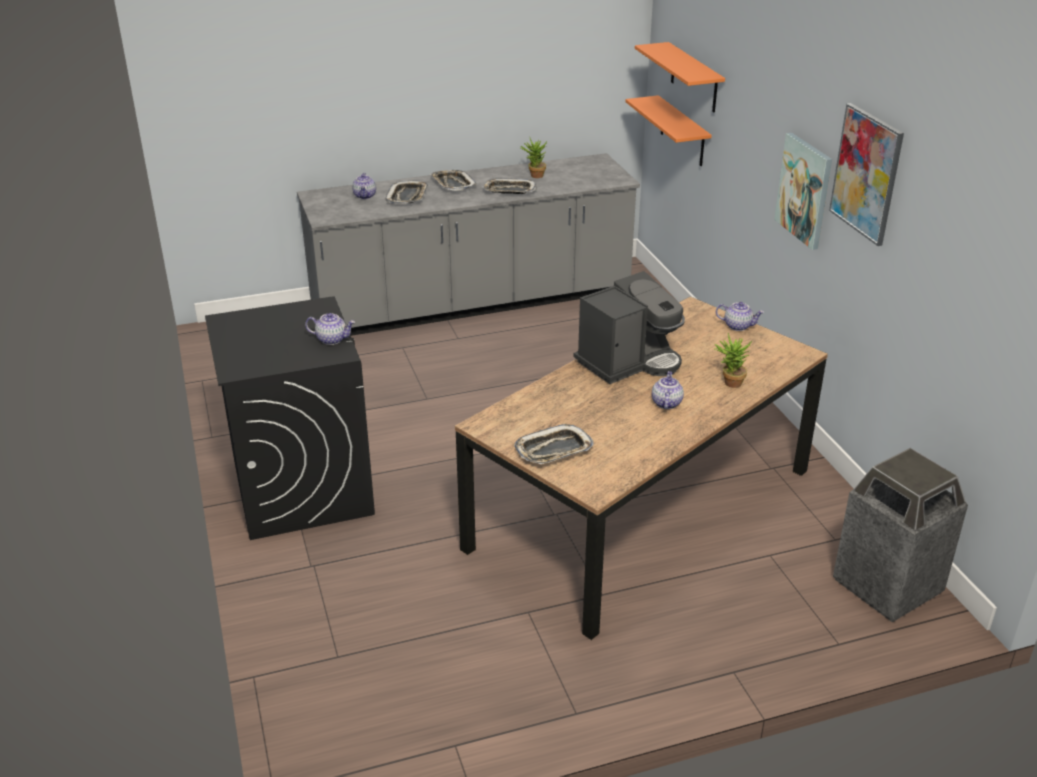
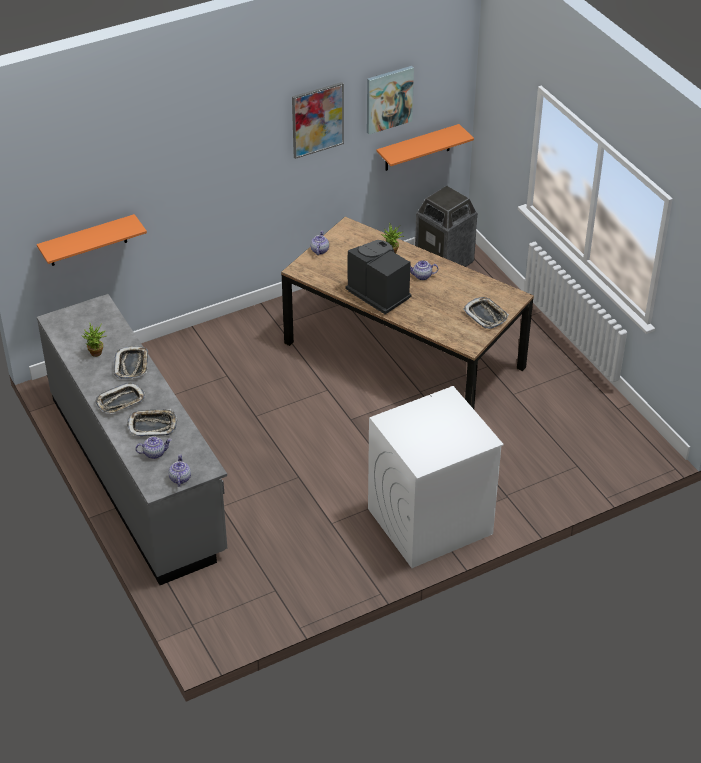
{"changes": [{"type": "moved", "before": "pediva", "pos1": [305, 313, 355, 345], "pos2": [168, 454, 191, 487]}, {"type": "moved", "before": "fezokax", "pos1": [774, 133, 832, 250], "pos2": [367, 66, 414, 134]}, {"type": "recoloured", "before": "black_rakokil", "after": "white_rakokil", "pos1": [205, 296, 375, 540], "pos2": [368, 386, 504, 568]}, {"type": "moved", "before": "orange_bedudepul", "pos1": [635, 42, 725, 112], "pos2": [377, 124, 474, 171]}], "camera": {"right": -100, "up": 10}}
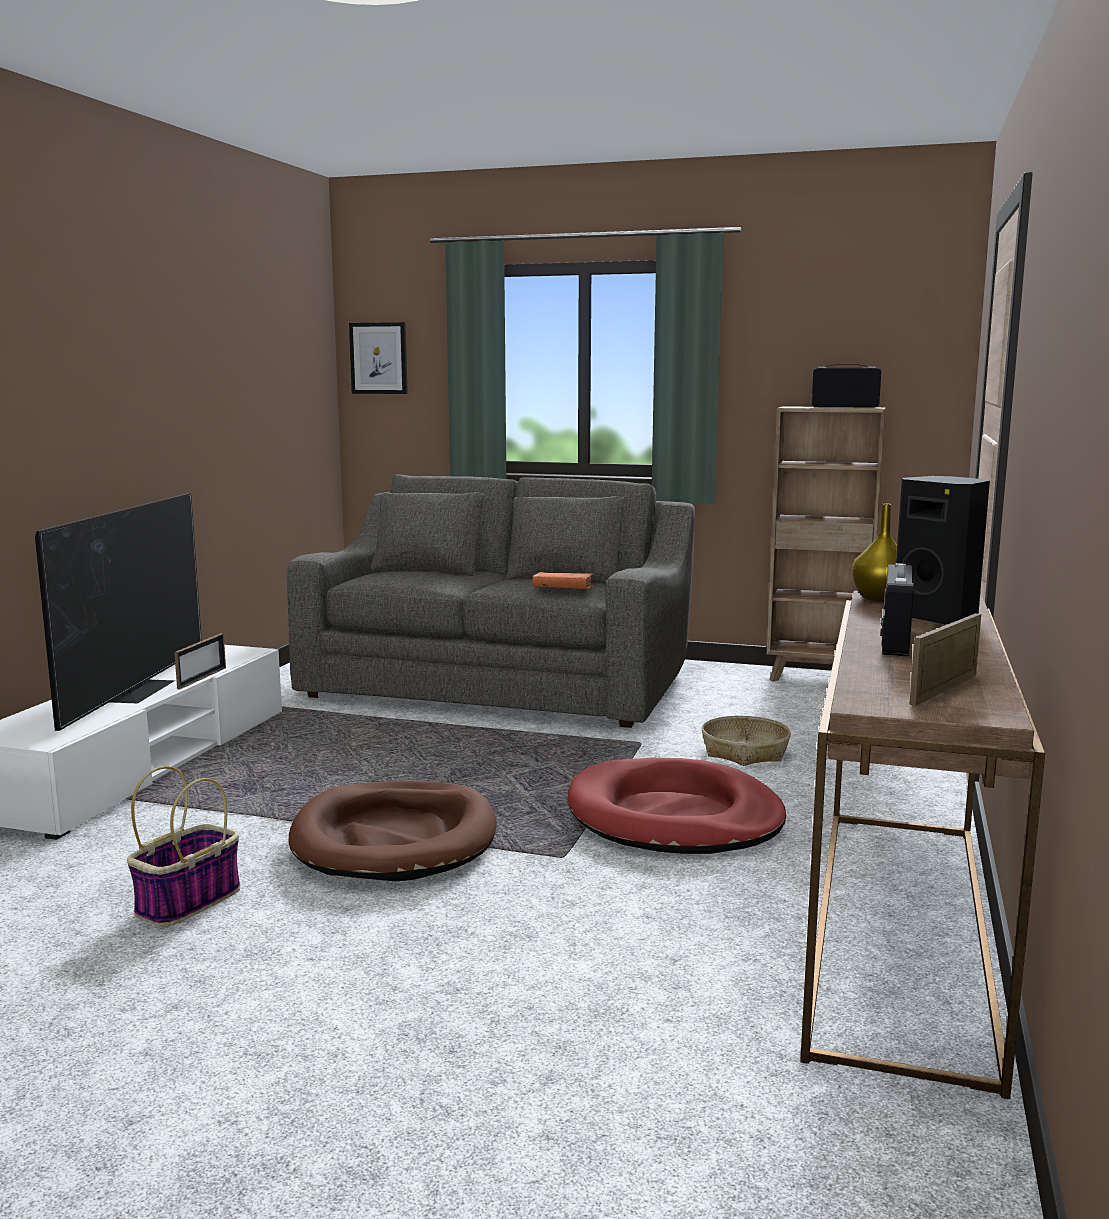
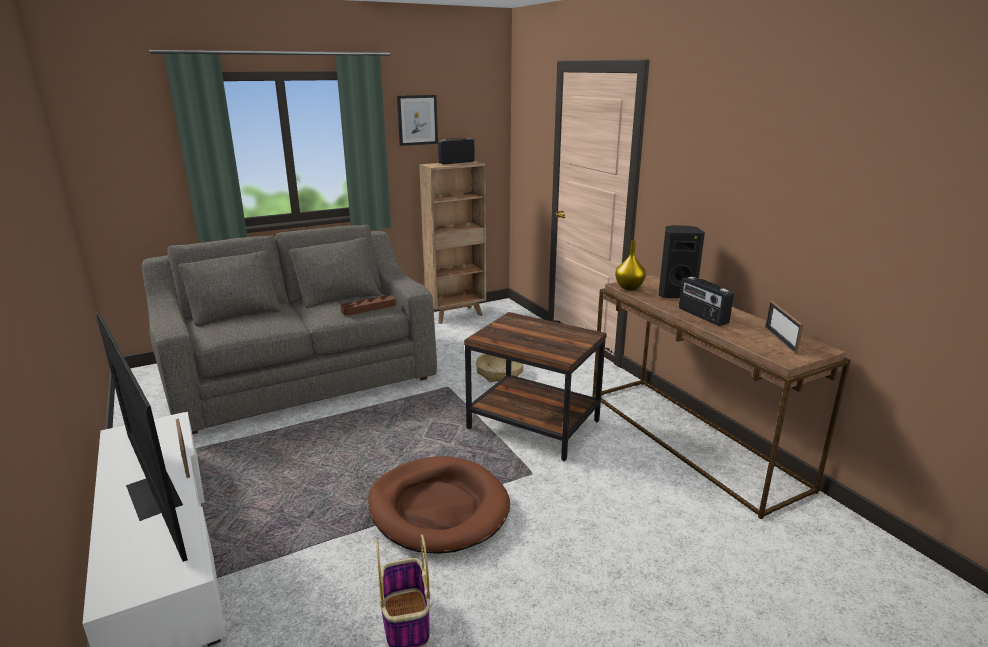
{"changes": [{"type": "replaced", "before": "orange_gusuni", "after": "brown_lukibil", "pos1": [532, 572, 594, 589], "pos2": [340, 295, 396, 316]}, {"type": "moved", "before": "fezokax", "pos1": [349, 322, 408, 394], "pos2": [397, 95, 438, 146]}, {"type": "replaced", "before": "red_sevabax", "after": "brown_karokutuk", "pos1": [568, 758, 786, 854], "pos2": [464, 312, 607, 461]}], "camera": {"right": -45, "up": 10}}
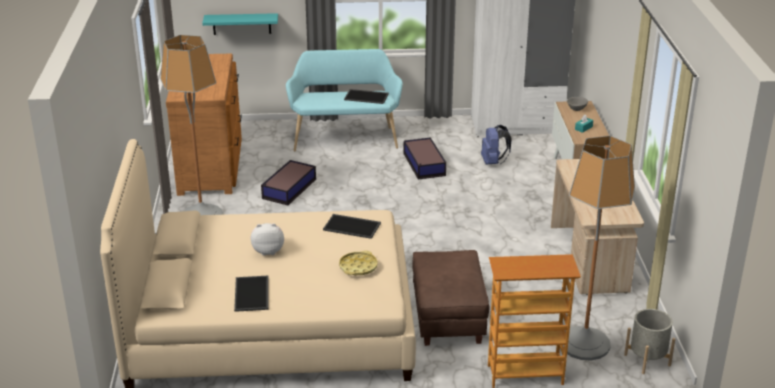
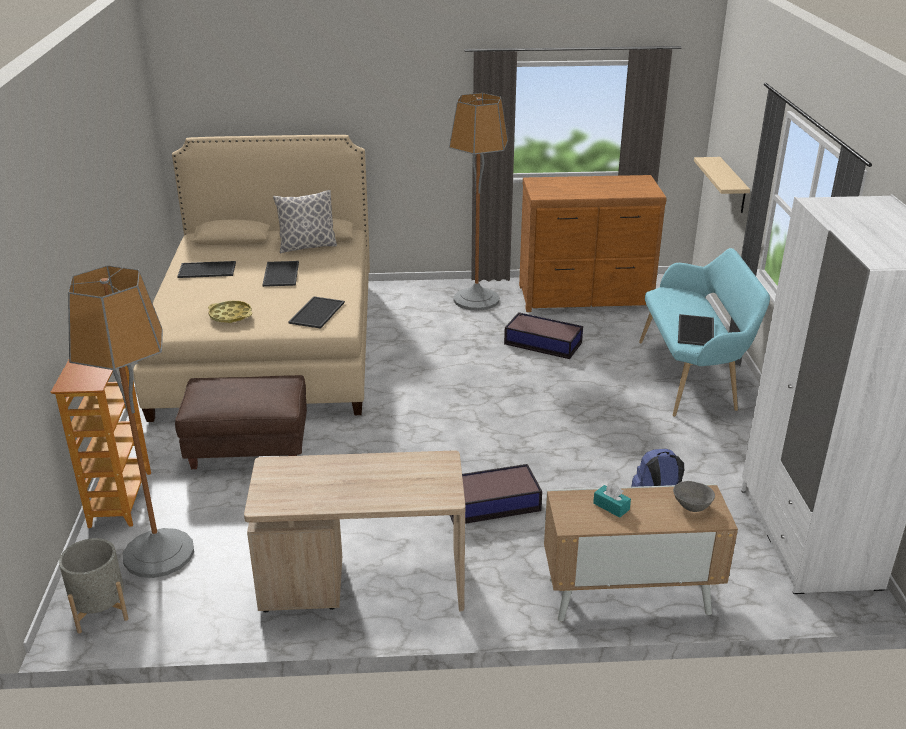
{"changes": [{"type": "replaced", "before": "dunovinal", "after": "lukibil", "pos1": [251, 223, 284, 255], "pos2": [262, 261, 299, 287]}, {"type": "added", "after": "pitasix", "pos2": [273, 190, 337, 254]}, {"type": "moved", "before": "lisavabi", "pos1": [404, 137, 446, 180], "pos2": [450, 464, 542, 525]}, {"type": "recoloured", "before": "turquoise_bedudepul", "after": "beige_bedudepul", "pos1": [202, 13, 278, 35], "pos2": [694, 157, 750, 213]}], "camera": {"right": 90, "up": 0}}
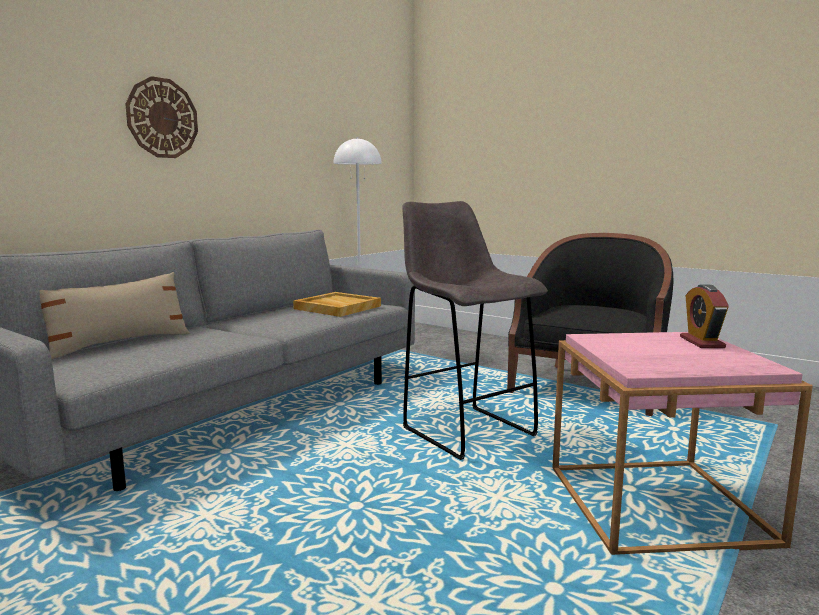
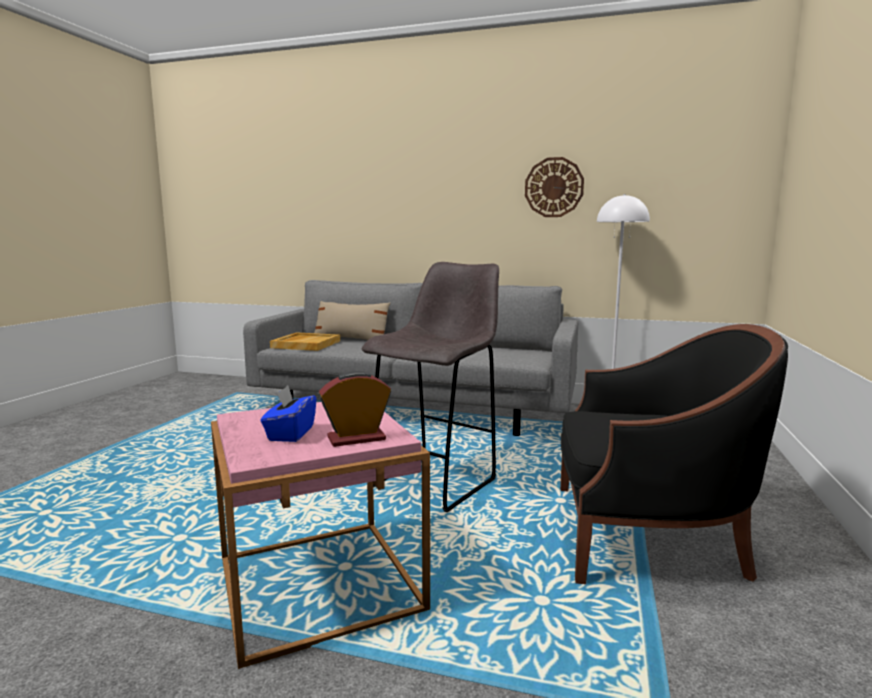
{"changes": [{"type": "added", "after": "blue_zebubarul", "pos2": [261, 386, 317, 442]}, {"type": "moved", "before": "beige_lukibil", "pos1": [293, 292, 381, 317], "pos2": [270, 332, 340, 351]}, {"type": "moved", "before": "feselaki", "pos1": [125, 76, 198, 158], "pos2": [525, 157, 584, 217]}], "camera": {"right": 70, "up": 0}}
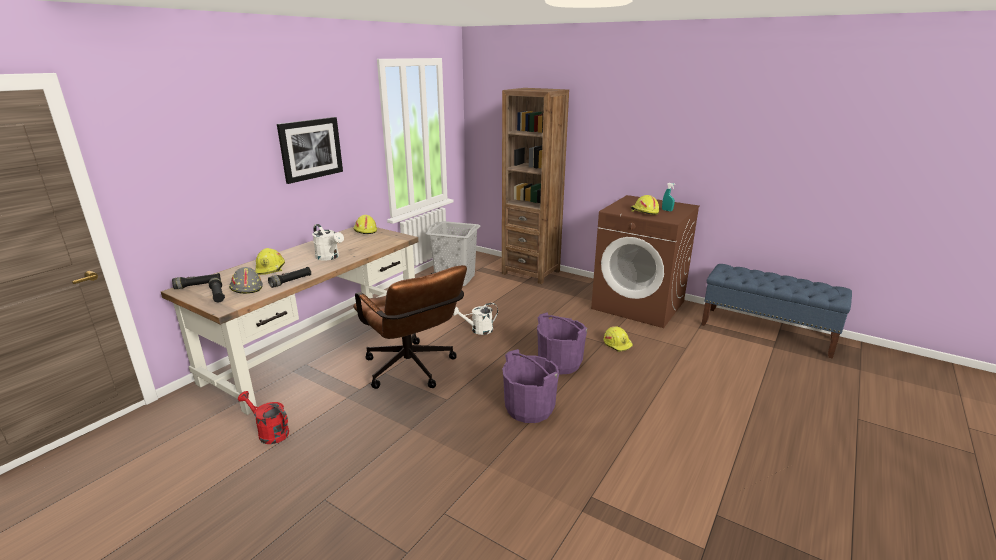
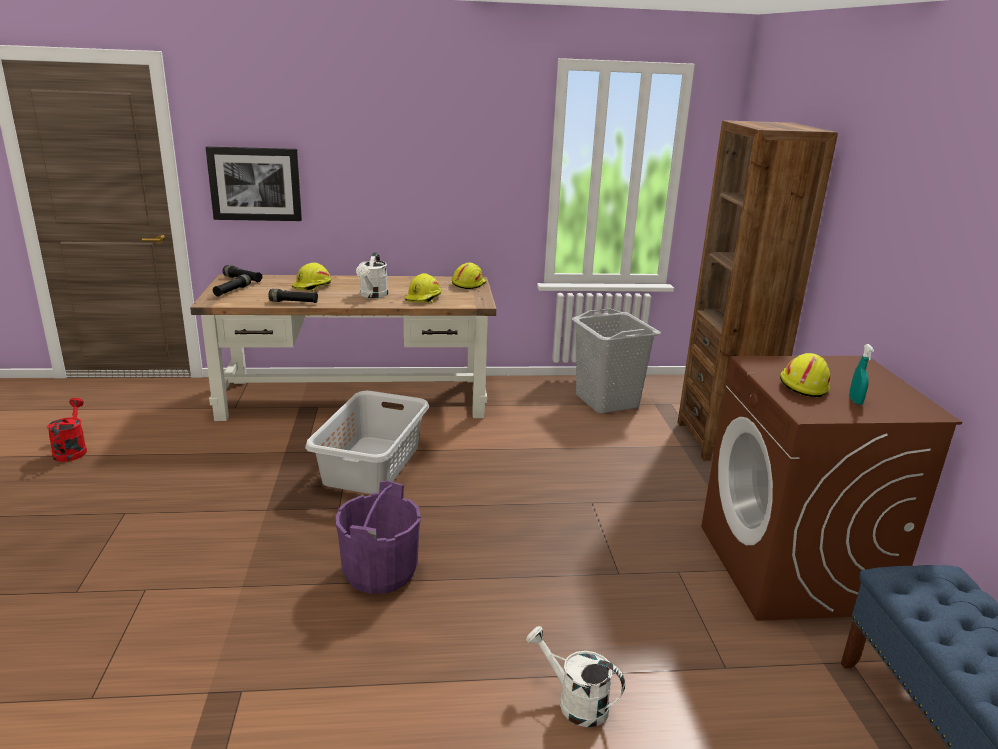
{"changes": [{"type": "moved", "before": "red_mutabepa", "pos1": [238, 391, 289, 444], "pos2": [47, 398, 87, 462]}, {"type": "moved", "before": "fezokax", "pos1": [277, 117, 343, 184], "pos2": [206, 147, 302, 221]}, {"type": "replaced", "before": "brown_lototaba", "after": "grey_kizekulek", "pos1": [353, 265, 467, 389], "pos2": [305, 391, 429, 494]}, {"type": "moved", "before": "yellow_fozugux", "pos1": [603, 326, 633, 352], "pos2": [405, 273, 441, 303]}, {"type": "moved", "before": "white_mutabepa", "pos1": [453, 303, 498, 335], "pos2": [526, 626, 625, 727]}, {"type": "removed", "before": "grey_fozugux", "pos1": [229, 267, 263, 294]}, {"type": "removed", "before": "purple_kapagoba", "pos1": [537, 312, 587, 374]}], "camera": {"right": 50, "up": 0}}
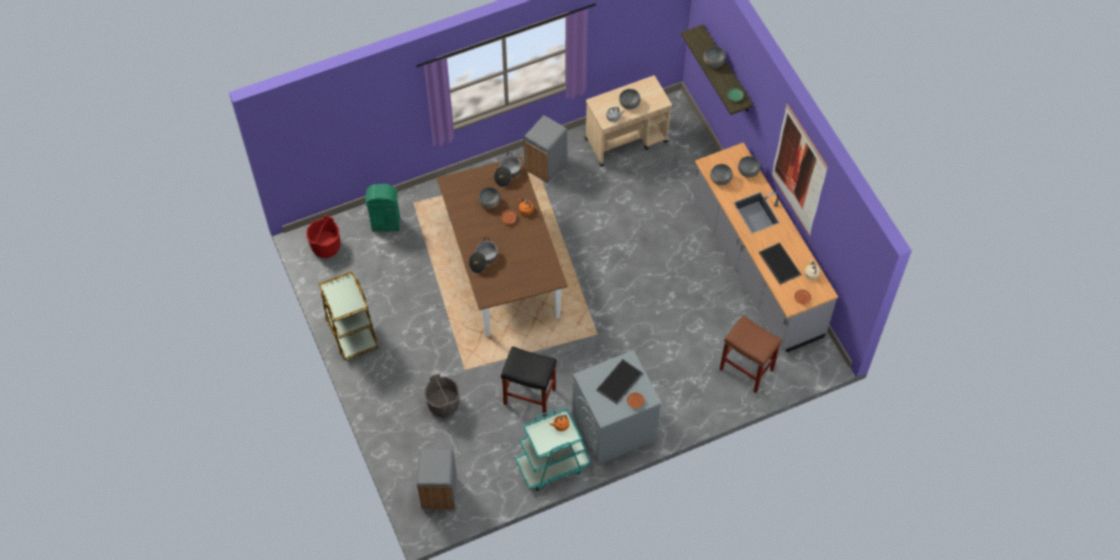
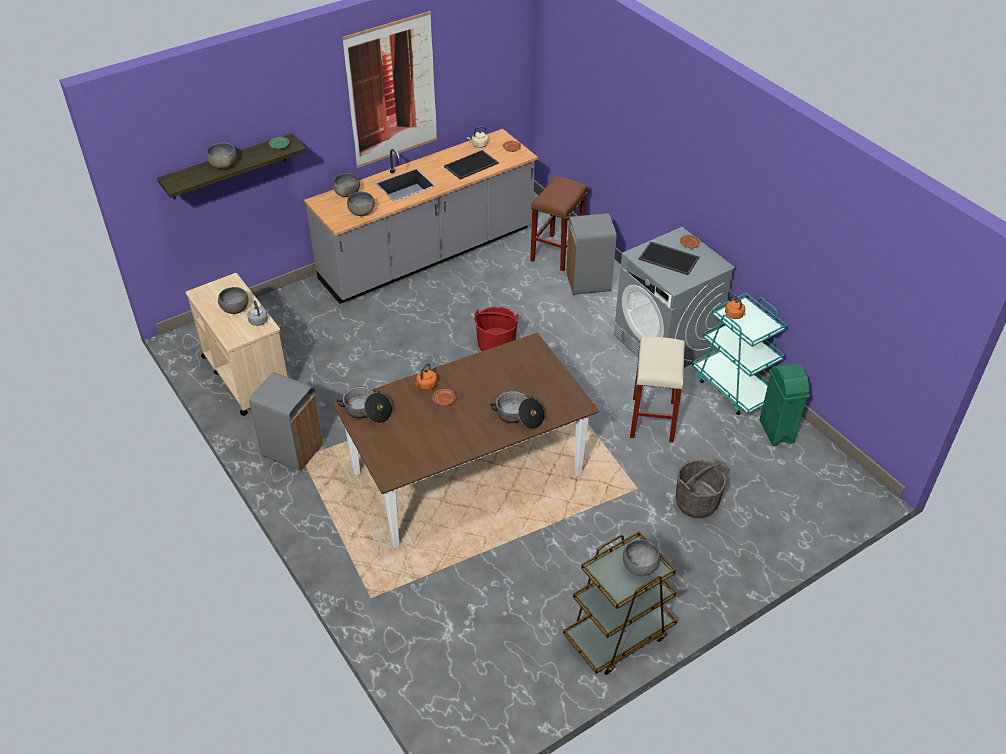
{"changes": [{"type": "moved", "before": "red_kapagoba", "pos1": [306, 215, 340, 258], "pos2": [474, 307, 519, 351]}, {"type": "moved", "before": "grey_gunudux", "pos1": [417, 449, 457, 510], "pos2": [566, 213, 616, 295]}, {"type": "moved", "before": "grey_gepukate", "pos1": [478, 187, 501, 209], "pos2": [623, 540, 660, 576]}, {"type": "recoloured", "before": "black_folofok", "after": "beige_folofok", "pos1": [501, 346, 557, 417], "pos2": [630, 336, 685, 442]}, {"type": "moved", "before": "green_gunudux", "pos1": [365, 184, 400, 232], "pos2": [760, 363, 810, 446]}], "camera": {"right": -100, "up": -15}}
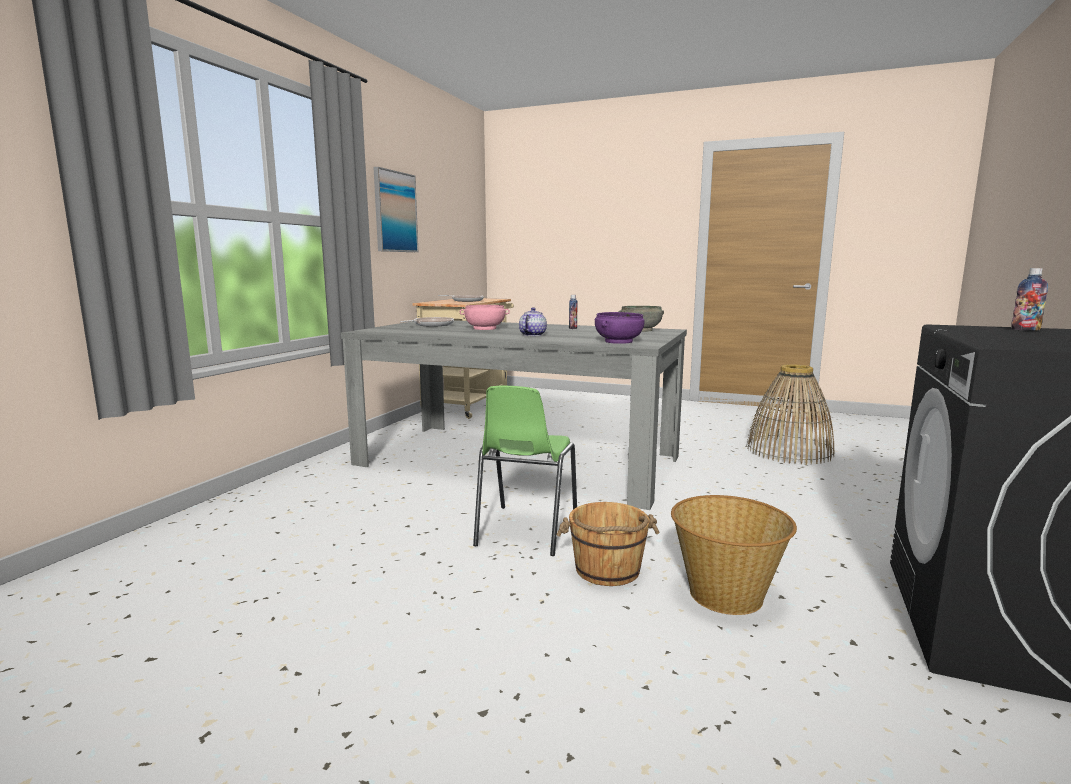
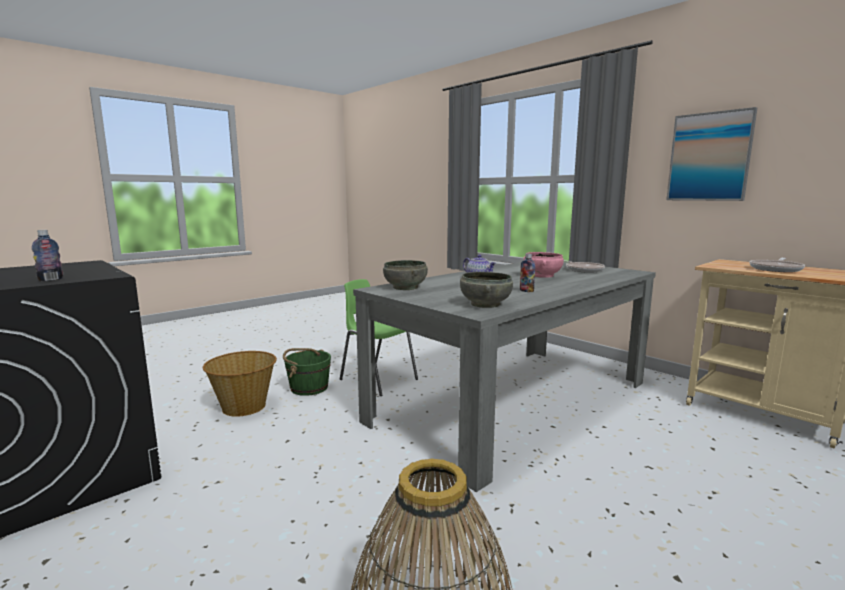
{"changes": [{"type": "recoloured", "before": "brown_kapagoba", "after": "green_kapagoba", "pos1": [556, 502, 660, 586], "pos2": [283, 348, 331, 396]}, {"type": "recoloured", "before": "purple_gepukate", "after": "grey_gepukate", "pos1": [595, 312, 644, 344], "pos2": [383, 260, 428, 290]}], "camera": {"right": 115, "up": 0}}
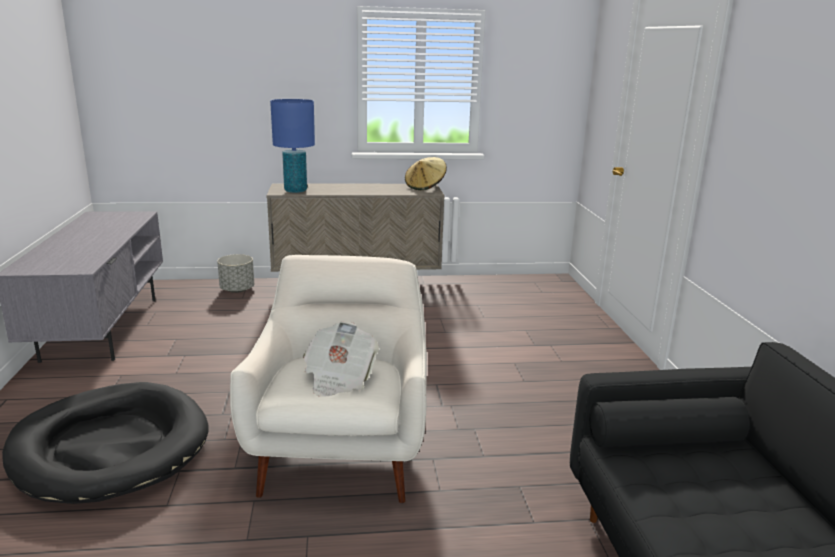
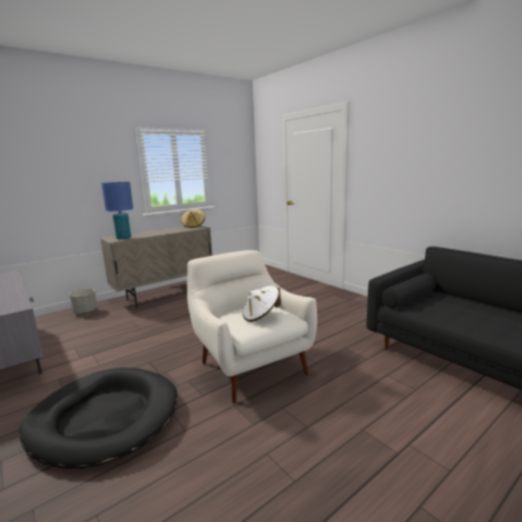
{"changes": [{"type": "replaced", "before": "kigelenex", "after": "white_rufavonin", "pos1": [303, 321, 379, 397], "pos2": [242, 286, 281, 322]}], "camera": {"right": -30, "up": -5}}
